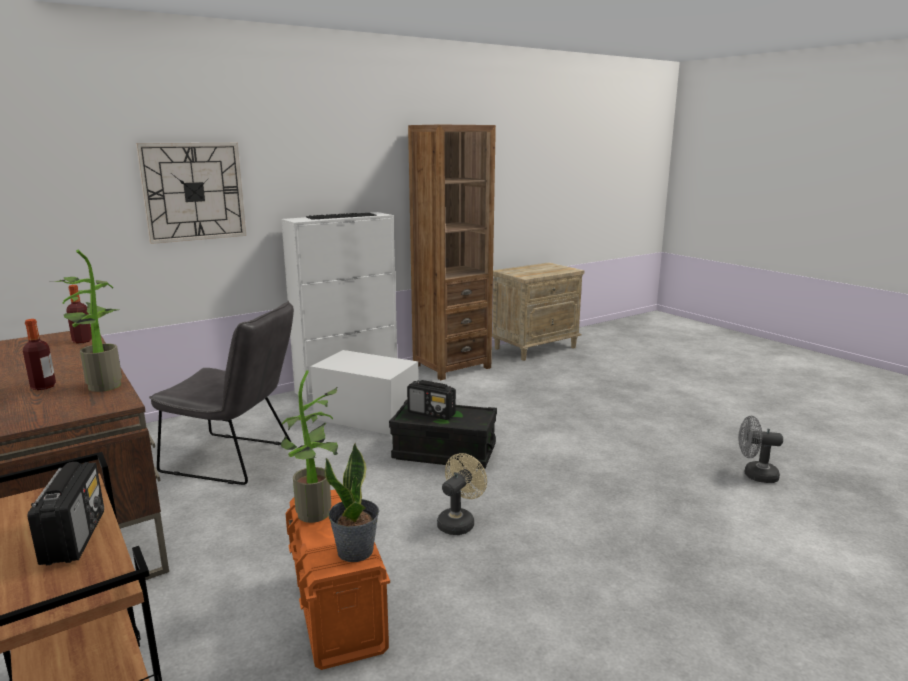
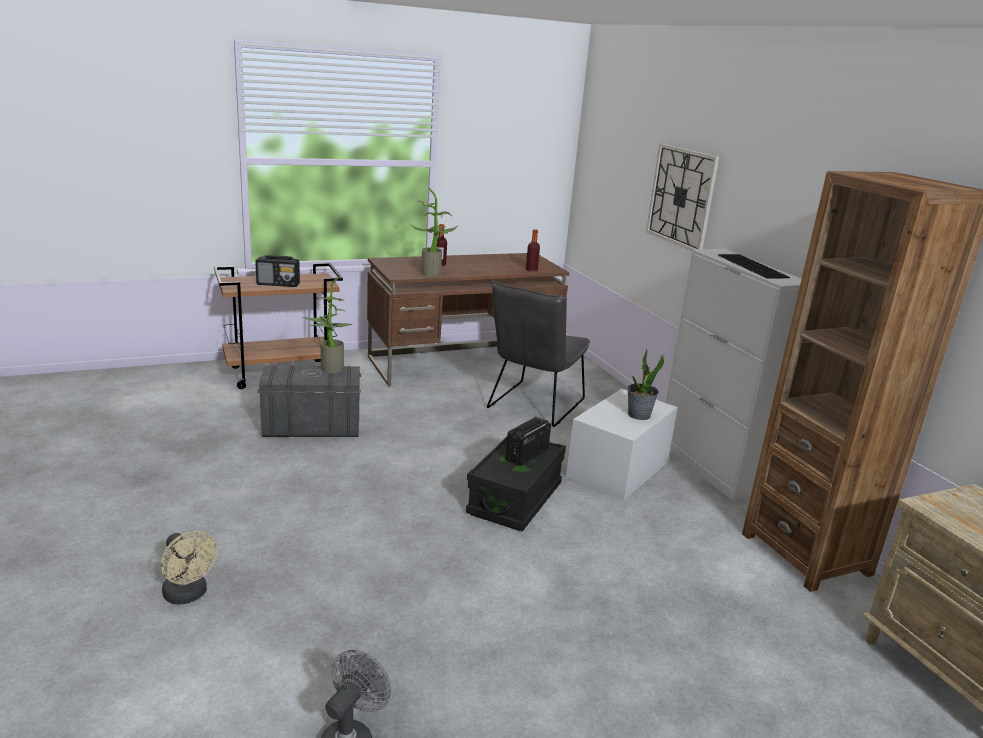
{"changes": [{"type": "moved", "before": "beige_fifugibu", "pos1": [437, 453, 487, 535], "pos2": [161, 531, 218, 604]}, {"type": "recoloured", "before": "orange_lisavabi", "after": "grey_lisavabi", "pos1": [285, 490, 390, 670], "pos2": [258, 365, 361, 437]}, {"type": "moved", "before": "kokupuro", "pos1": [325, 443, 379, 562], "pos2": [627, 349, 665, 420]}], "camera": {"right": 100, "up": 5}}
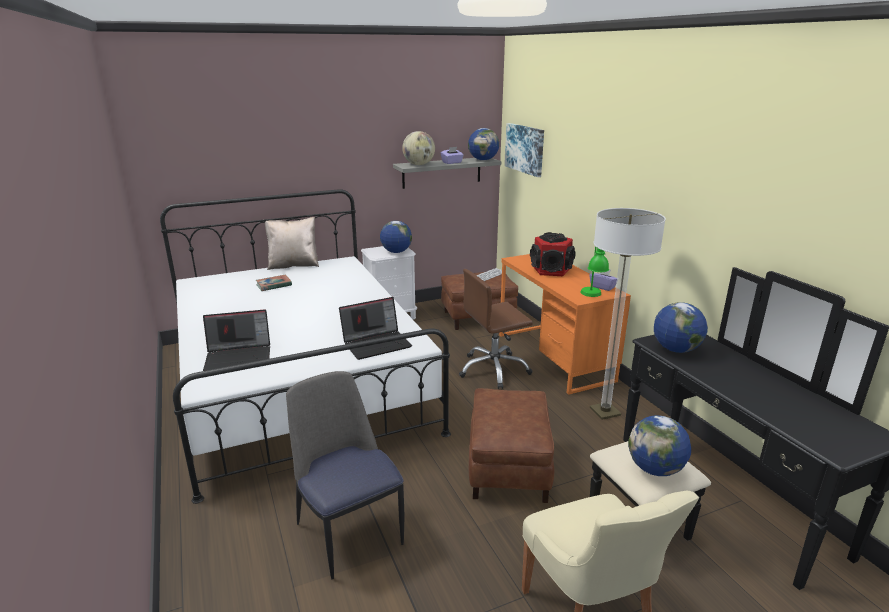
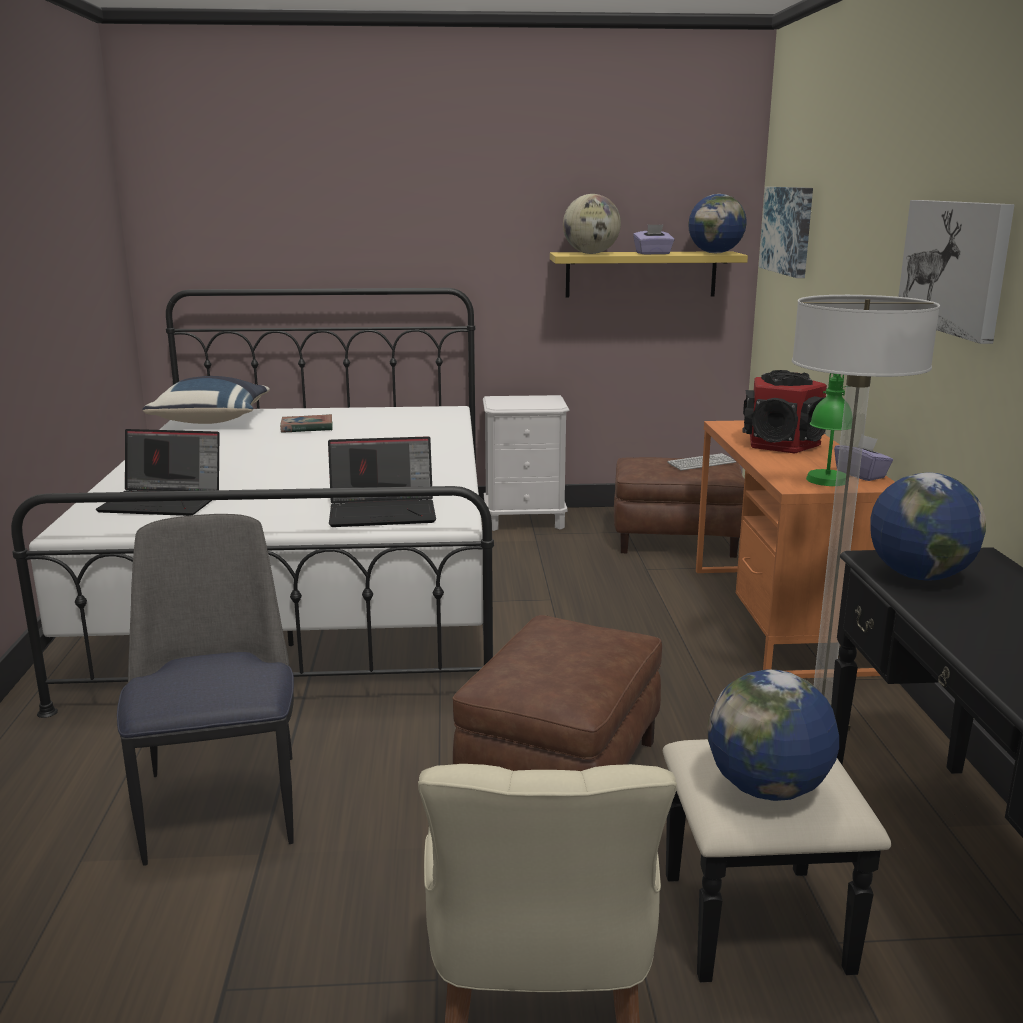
{"changes": [{"type": "added", "after": "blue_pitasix", "pos2": [143, 376, 270, 424]}, {"type": "recoloured", "before": "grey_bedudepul", "after": "yellow_bedudepul", "pos1": [393, 158, 501, 189], "pos2": [550, 251, 748, 298]}, {"type": "added", "after": "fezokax", "pos2": [898, 200, 1015, 344]}, {"type": "removed", "before": "beige_pitasix", "pos1": [264, 217, 319, 270]}, {"type": "removed", "before": "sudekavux", "pos1": [380, 221, 412, 253]}, {"type": "removed", "before": "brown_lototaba", "pos1": [459, 269, 533, 389]}], "camera": {"right": 20, "up": -5}}
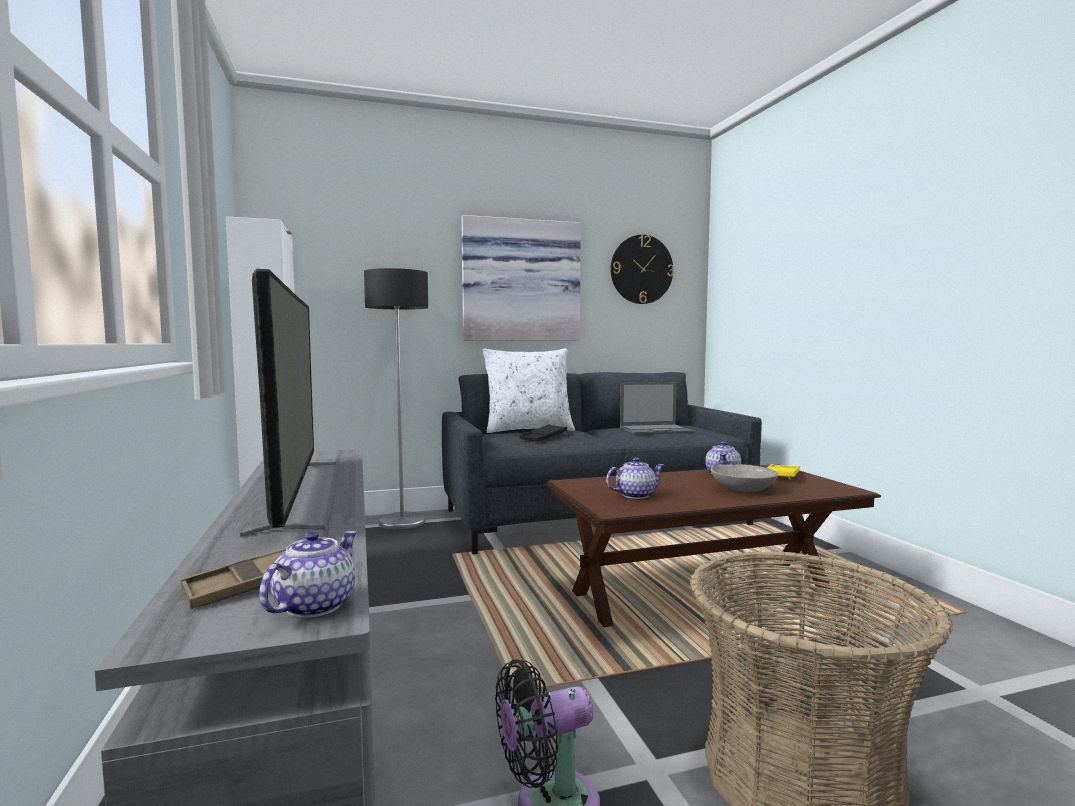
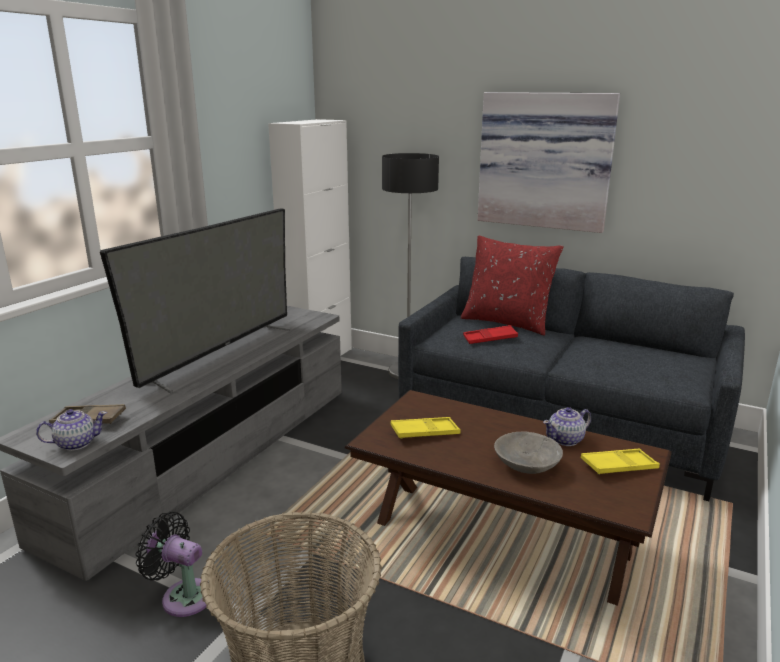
{"changes": [{"type": "replaced", "before": "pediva", "after": "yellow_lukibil", "pos1": [606, 457, 664, 499], "pos2": [391, 417, 461, 439]}, {"type": "recoloured", "before": "white_pitasix", "after": "red_pitasix", "pos1": [483, 348, 575, 433], "pos2": [461, 235, 564, 336]}, {"type": "recoloured", "before": "black_lukibil", "after": "red_lukibil", "pos1": [520, 424, 567, 442], "pos2": [463, 325, 518, 344]}, {"type": "removed", "before": "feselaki", "pos1": [611, 235, 674, 304]}, {"type": "removed", "before": "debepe", "pos1": [620, 382, 693, 434]}], "camera": {"right": 45, "up": 15}}
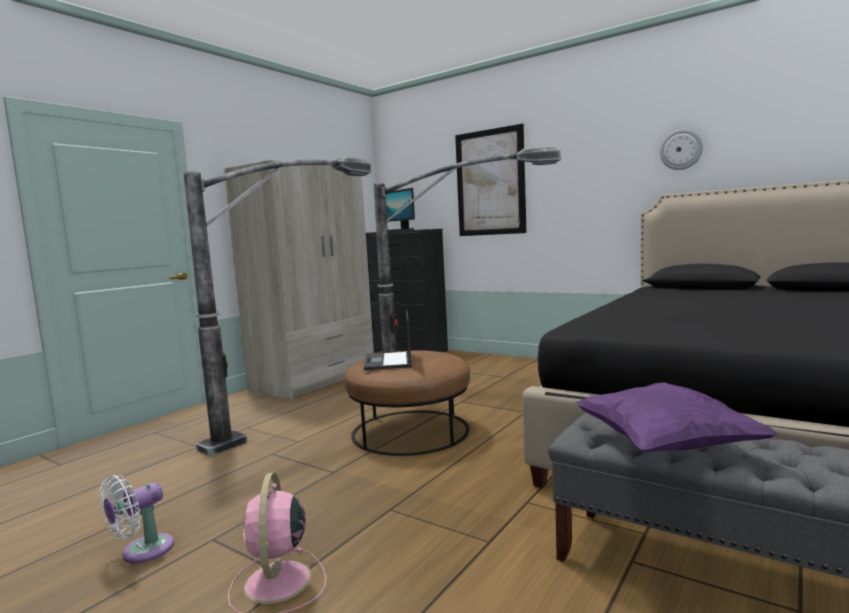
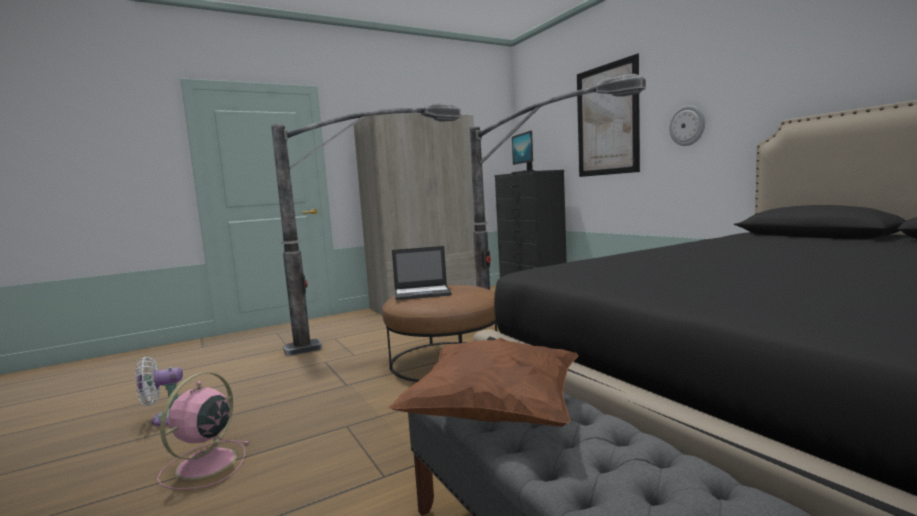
{"changes": [{"type": "recoloured", "before": "purple_pitasix", "after": "brown_pitasix", "pos1": [575, 382, 778, 452], "pos2": [388, 338, 579, 427]}, {"type": "turned", "before": "debepe", "pos1": [364, 310, 412, 370], "pos2": [392, 246, 452, 300], "turn": -120}, {"type": "moved", "before": "feselaki", "pos1": [660, 129, 703, 170], "pos2": [669, 105, 705, 146]}], "camera": {"right": 25, "up": 0}}
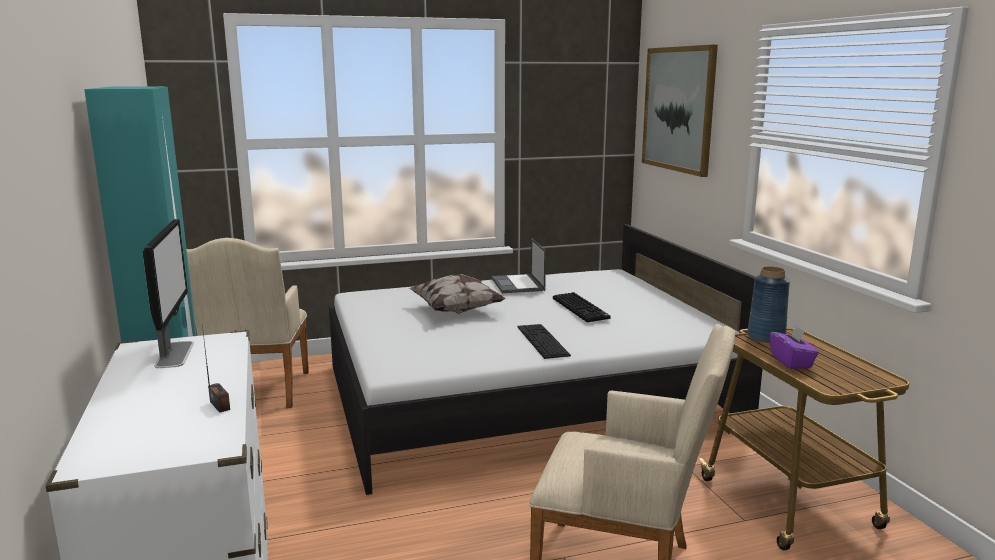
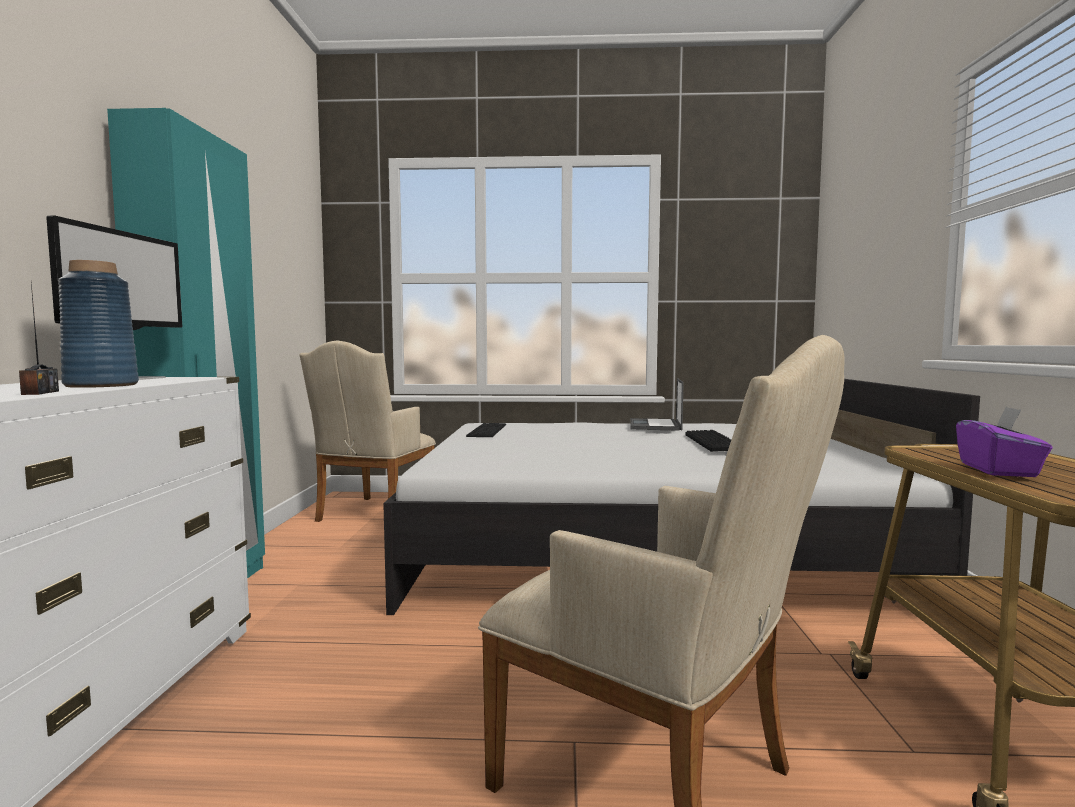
{"changes": [{"type": "moved", "before": "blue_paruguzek", "pos1": [747, 267, 790, 343], "pos2": [58, 260, 139, 388]}, {"type": "moved", "before": "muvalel", "pos1": [517, 324, 571, 359], "pos2": [466, 423, 506, 437]}, {"type": "removed", "before": "pitasix", "pos1": [409, 274, 506, 314]}, {"type": "removed", "before": "fezokax", "pos1": [642, 45, 718, 177]}], "camera": {"right": 20, "up": -10}}
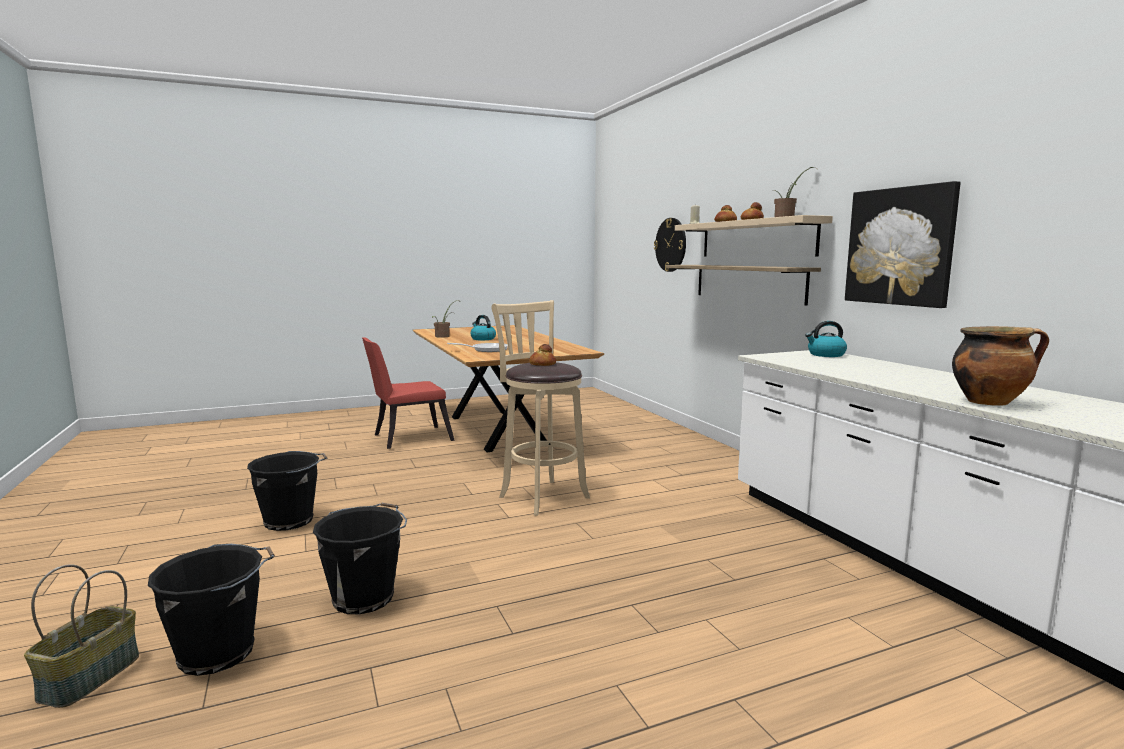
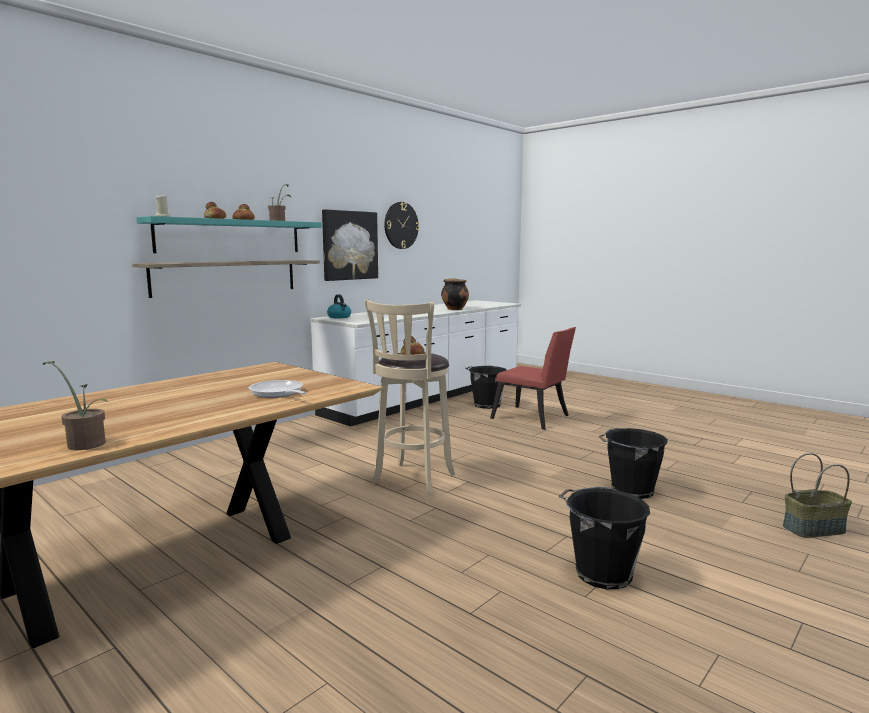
{"changes": [{"type": "recoloured", "before": "beige_bedudepul", "after": "turquoise_bedudepul", "pos1": [675, 215, 833, 257], "pos2": [136, 216, 322, 253]}, {"type": "moved", "before": "feselaki", "pos1": [654, 218, 686, 272], "pos2": [384, 202, 420, 249]}, {"type": "moved", "before": "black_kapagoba", "pos1": [148, 544, 275, 676], "pos2": [465, 366, 507, 409]}, {"type": "moved", "before": "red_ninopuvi", "pos1": [362, 337, 455, 449], "pos2": [490, 327, 576, 430]}, {"type": "removed", "before": "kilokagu", "pos1": [470, 315, 496, 340]}], "camera": {"right": -115, "up": 0}}
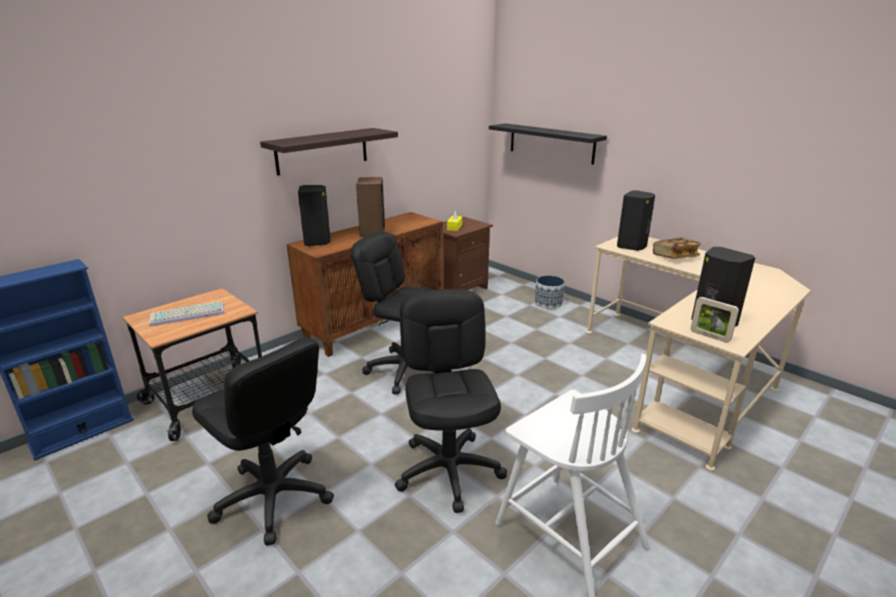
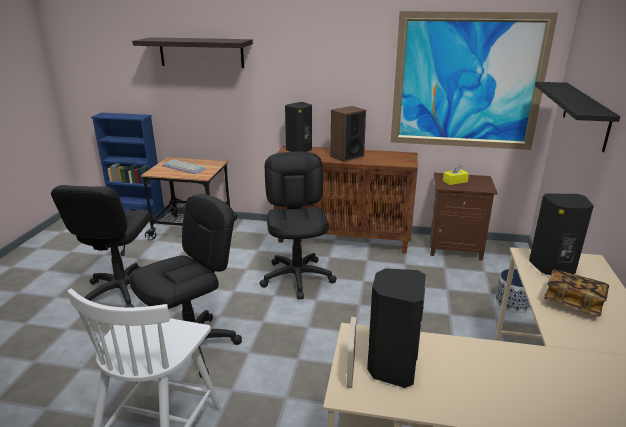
{"changes": [{"type": "moved", "before": "bedudepul", "pos1": [260, 128, 398, 176], "pos2": [132, 37, 253, 68]}, {"type": "added", "after": "fezokax", "pos2": [391, 11, 558, 150]}], "camera": {"right": 55, "up": 0}}
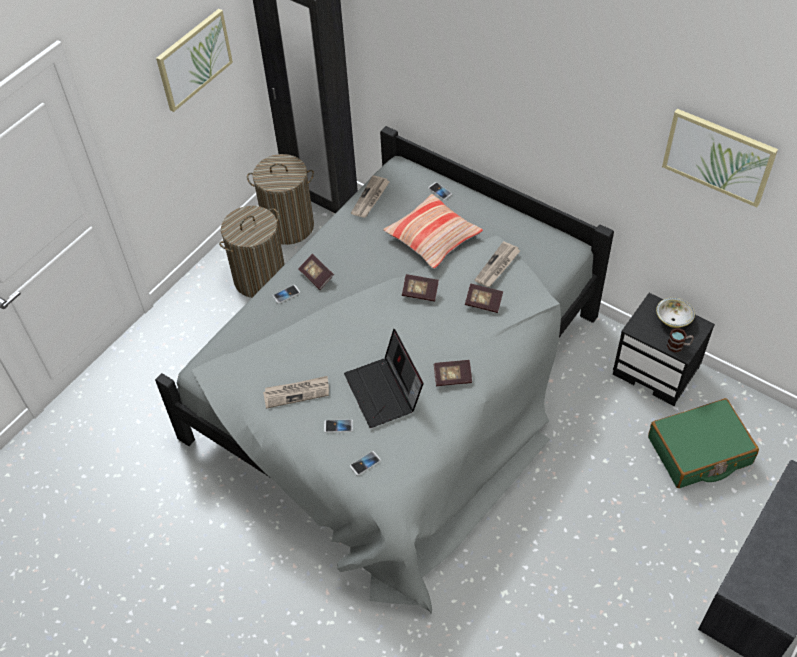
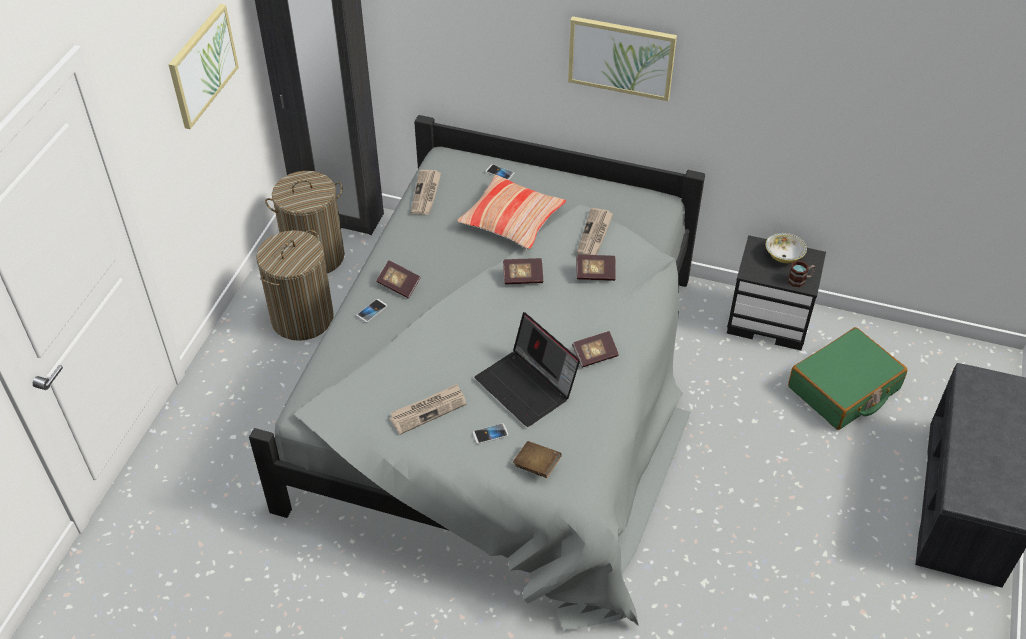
{"changes": [{"type": "replaced", "before": "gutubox", "after": "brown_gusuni", "pos1": [350, 451, 381, 476], "pos2": [513, 441, 562, 478]}, {"type": "moved", "before": "fezokax", "pos1": [662, 109, 778, 207], "pos2": [568, 16, 677, 101]}], "camera": {"right": -20, "up": -5}}
